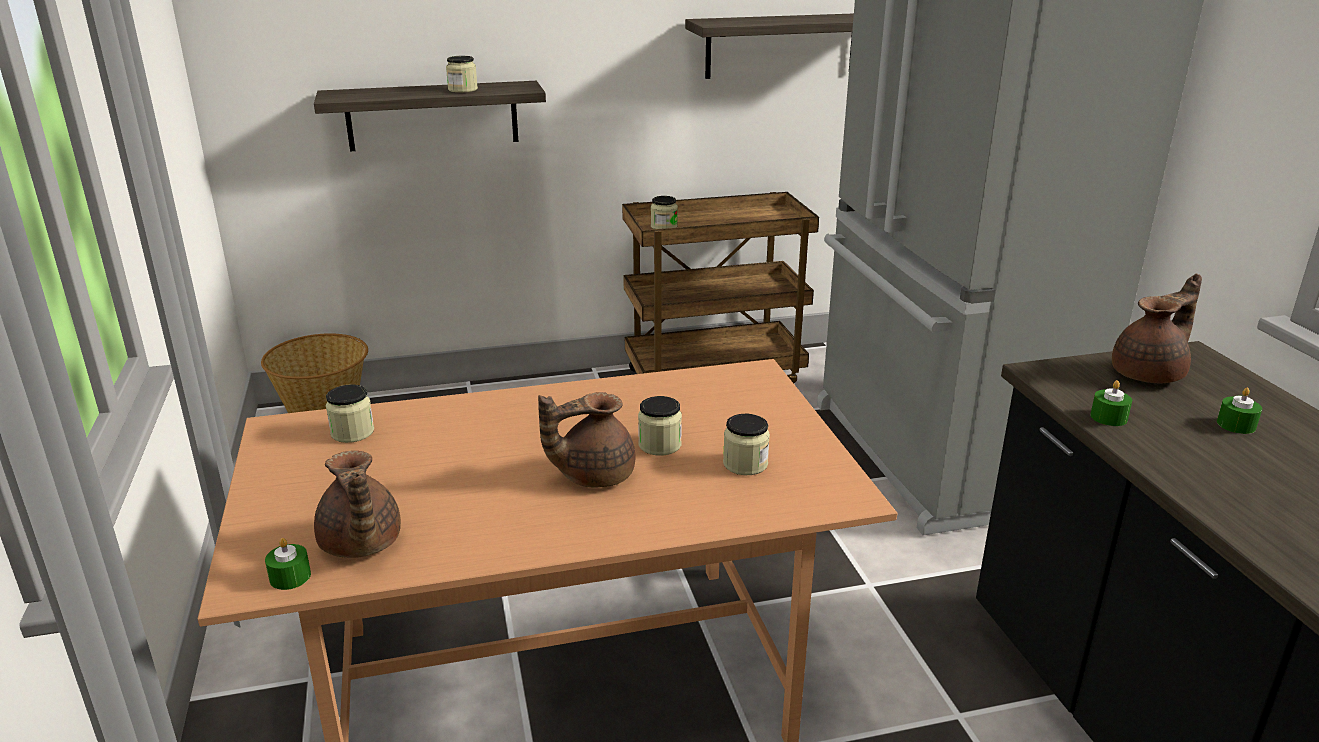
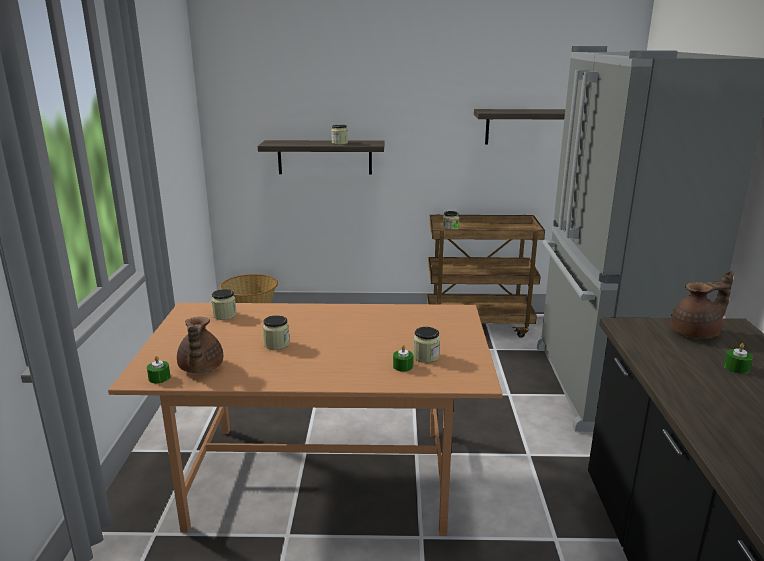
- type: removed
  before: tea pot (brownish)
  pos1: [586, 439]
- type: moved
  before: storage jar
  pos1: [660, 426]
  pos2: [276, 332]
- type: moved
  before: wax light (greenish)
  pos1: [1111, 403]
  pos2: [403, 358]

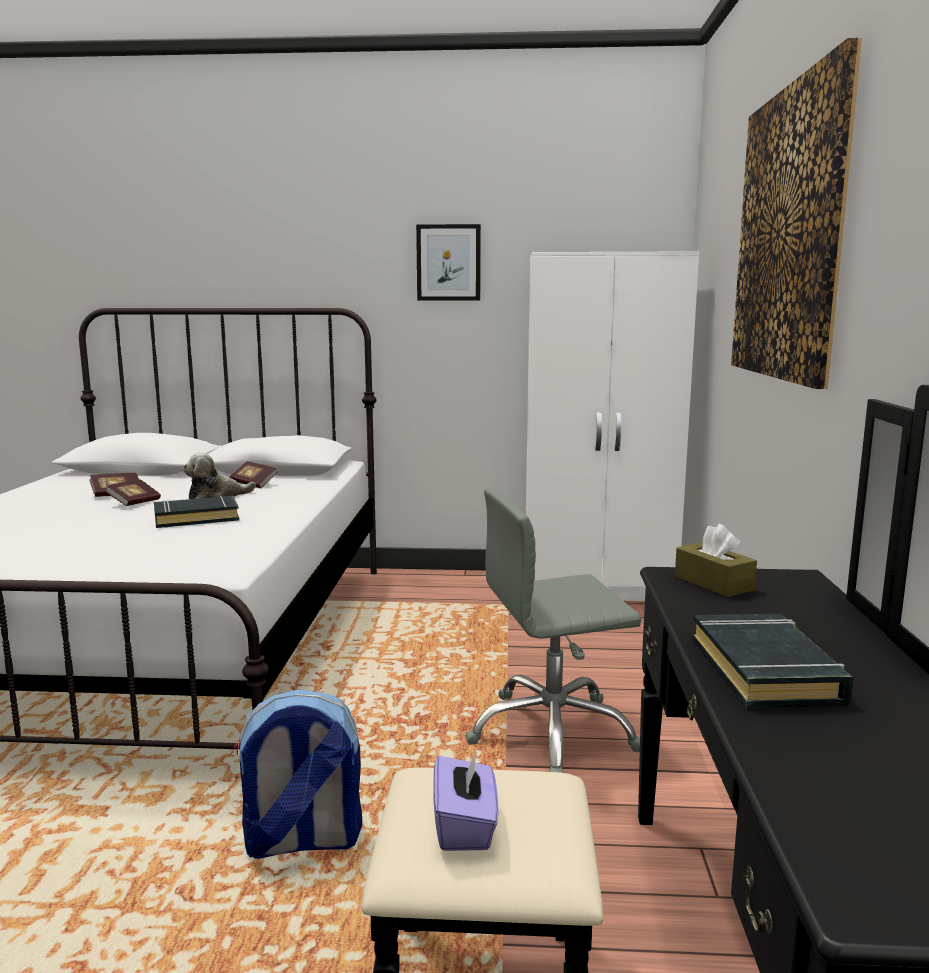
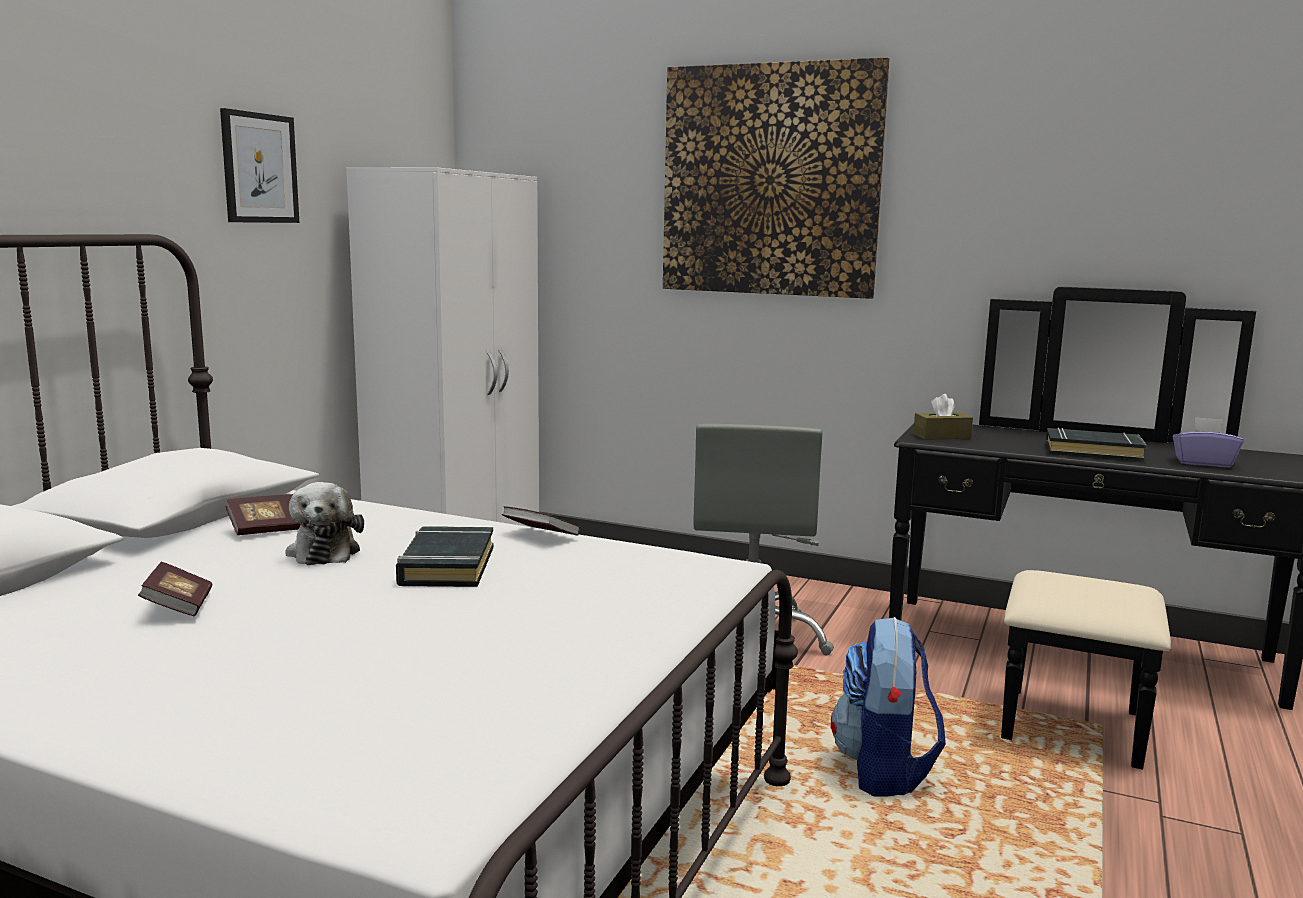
- type: moved
  before: bound book
  pos1: [133, 492]
  pos2: [541, 521]
- type: moved
  before: tissue holder (purple)
  pos1: [466, 801]
  pos2: [1208, 442]

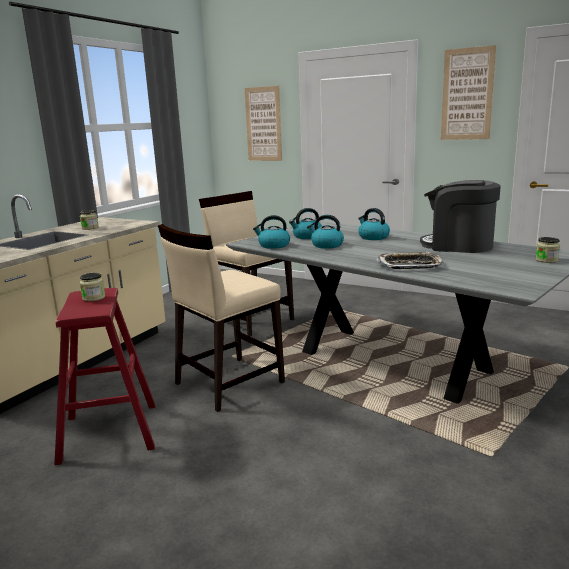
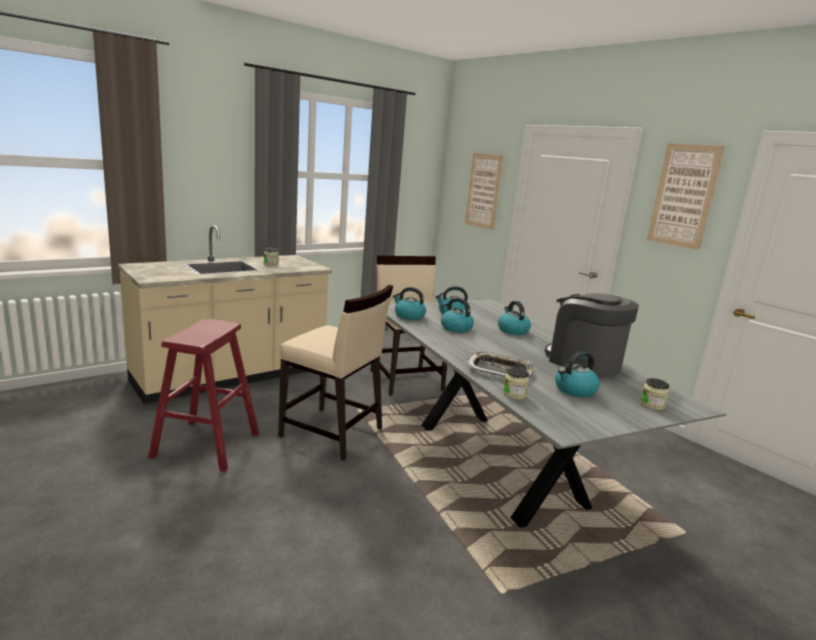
- type: added
  after: water kettle
  pos2: [577, 374]
- type: moved
  before: storage jar
  pos1: [93, 287]
  pos2: [516, 383]
- type: turned
  before: upright chair (sand-coloured)
  pos1: [221, 318]
  pos2: [335, 373]
  turn: -135

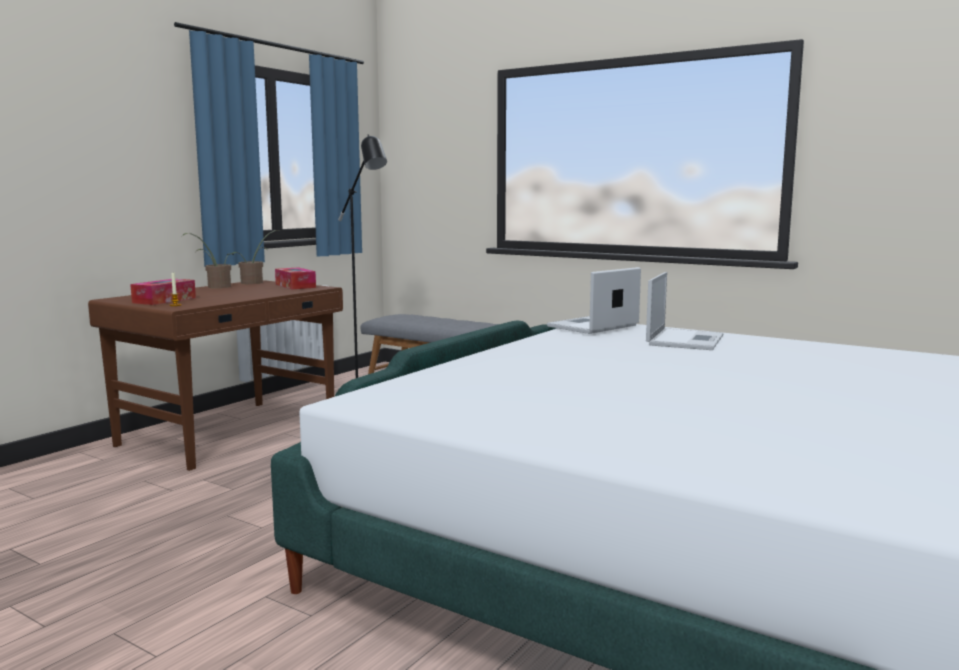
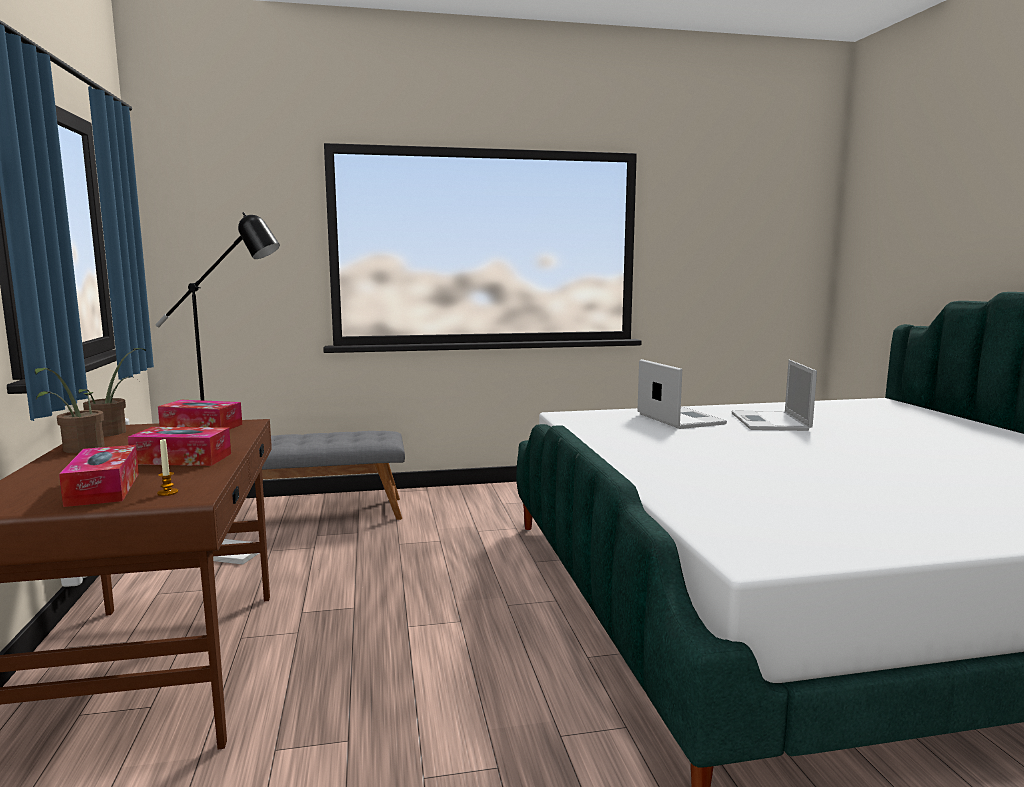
- type: added
  after: tissue holder
  pos2: [179, 446]
- type: moved
  before: portable computer
  pos1: [594, 300]
  pos2: [774, 395]

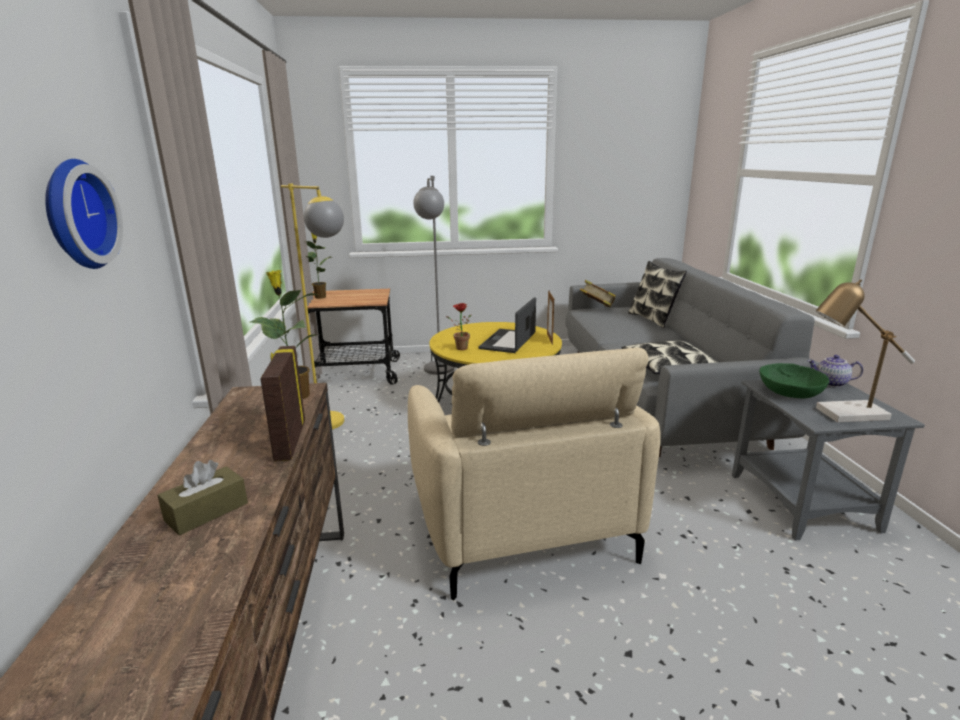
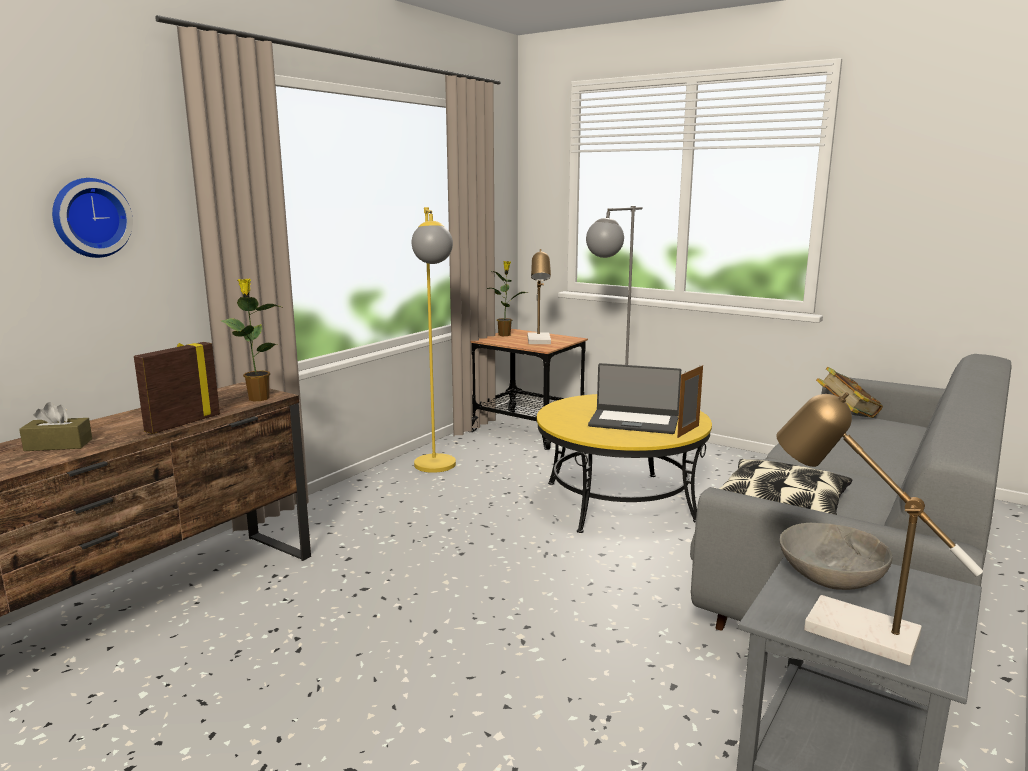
- type: removed
  before: lounge chair (sand-coloured)
  pos1: [534, 474]
- type: removed
  before: potted plant
  pos1: [459, 326]
- type: removed
  before: cushion
  pos1: [657, 294]
- type: removed
  before: tea pot
  pos1: [835, 371]
- type: added
  after: table lamp
  pos2: [539, 296]
- type: recoloured
  before: serving bowl (greenish)
  after: serving bowl (gray)
  pos1: [794, 380]
  pos2: [836, 556]
- type: turned
  before: portable computer
  pos1: [507, 325]
  pos2: [634, 398]
  turn: -135

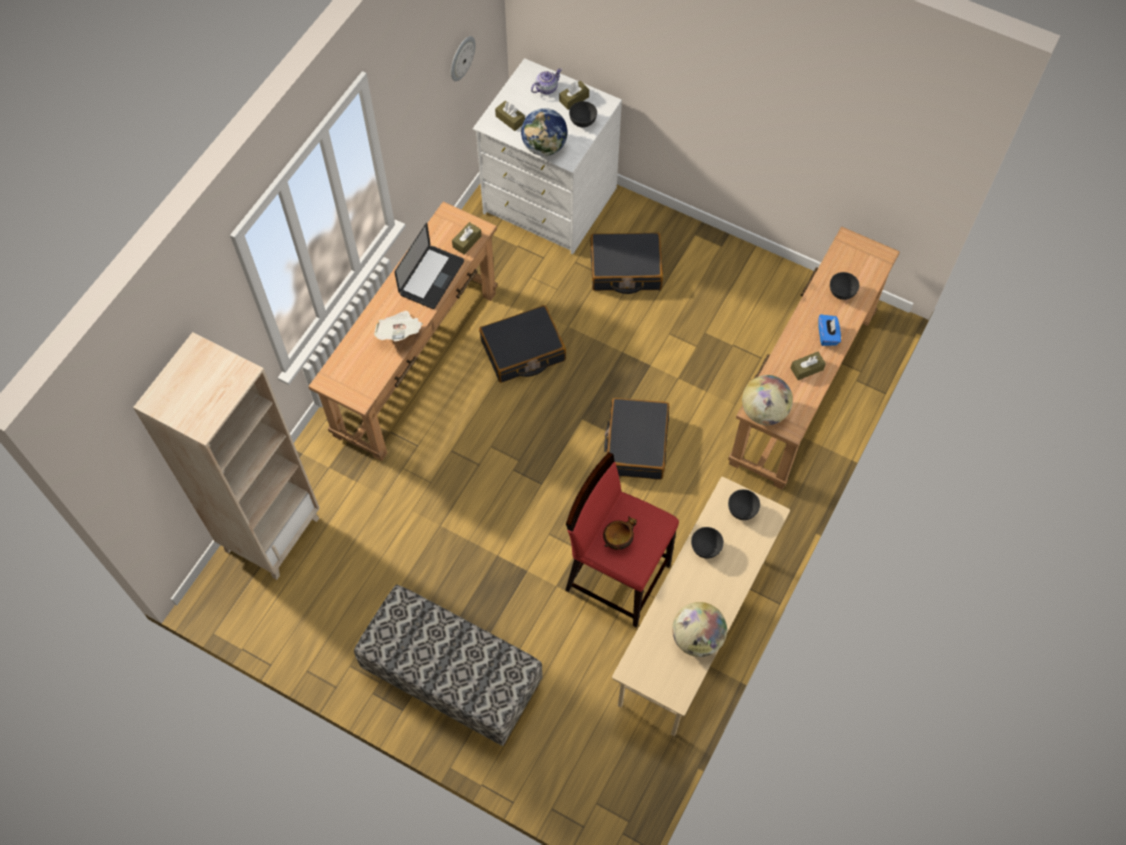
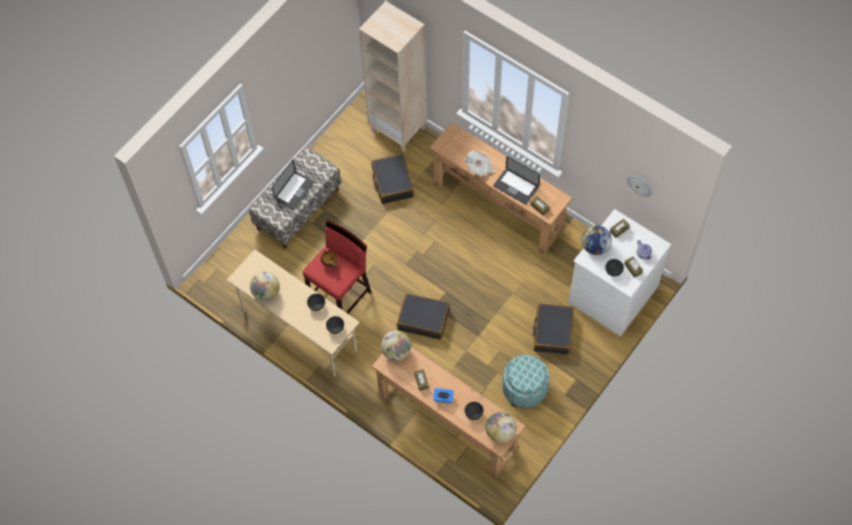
- type: added
  after: portable computer
  pos2: [293, 184]
- type: added
  after: globe
  pos2: [501, 427]
- type: added
  after: ottoman
  pos2: [526, 381]
- type: moved
  before: piece of luggage (blackish)
  pos1: [522, 344]
  pos2: [392, 179]

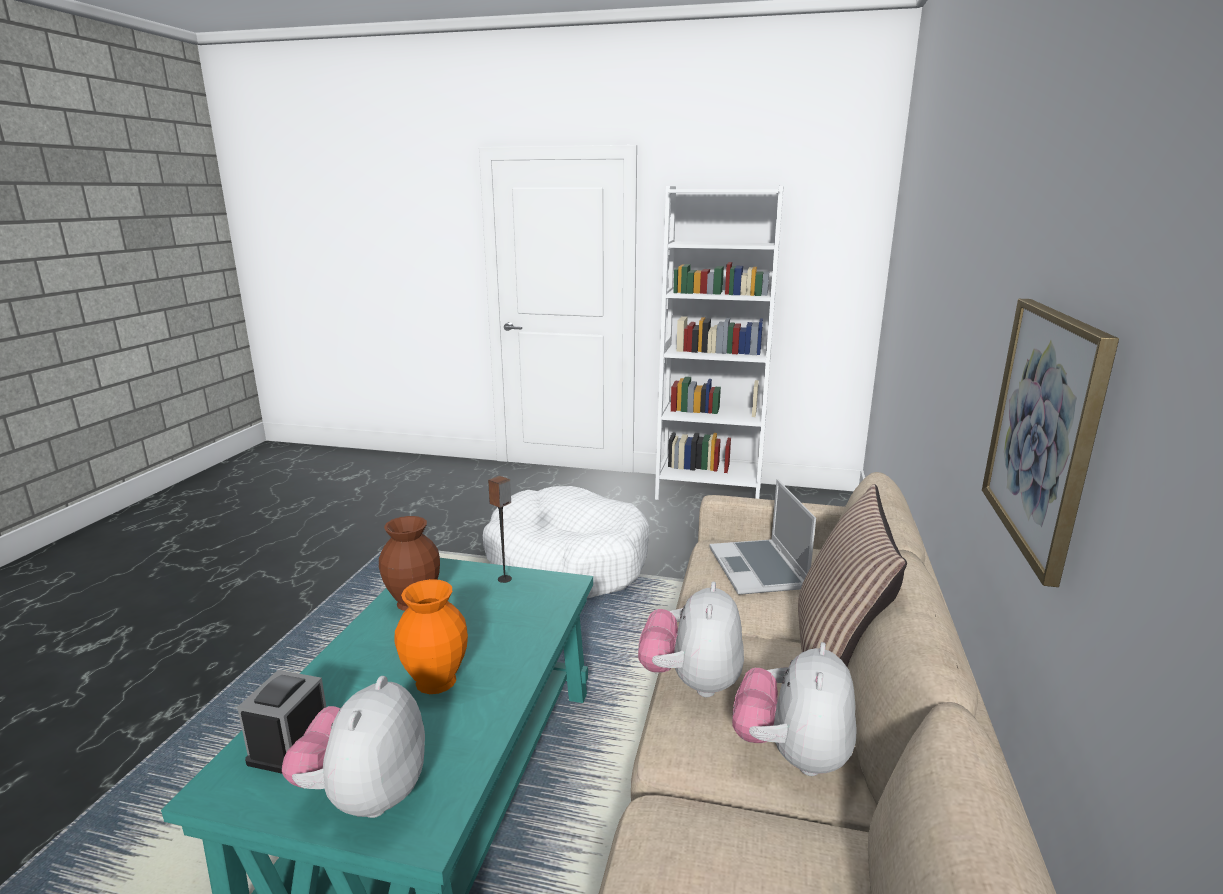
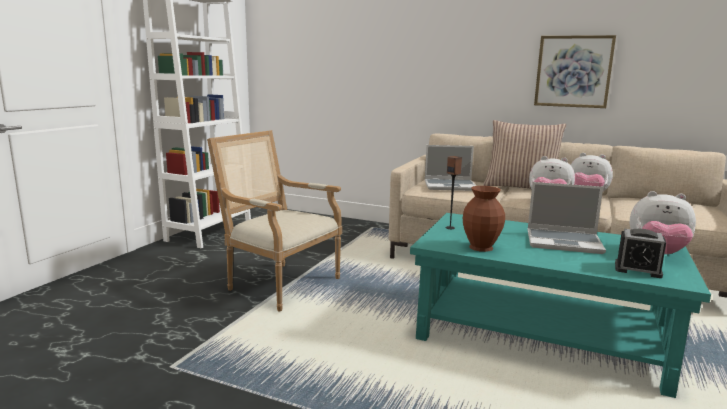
- type: replaced
  before: decorative vase (orangey)
  after: portable computer
  pos1: [431, 636]
  pos2: [566, 218]
- type: replaced
  before: dog cushion (white)
  after: lounge chair
  pos1: [566, 542]
  pos2: [274, 221]

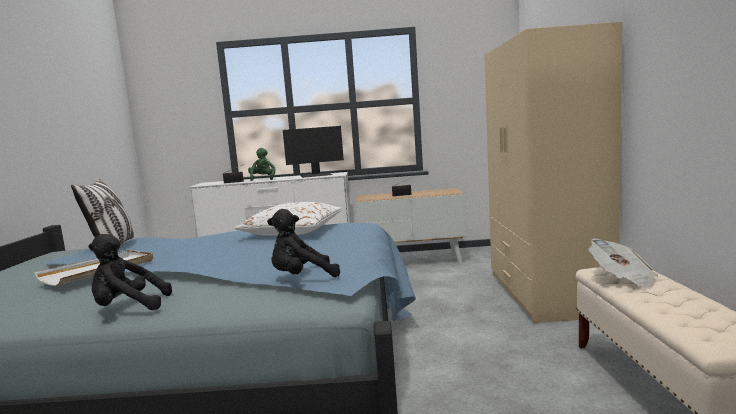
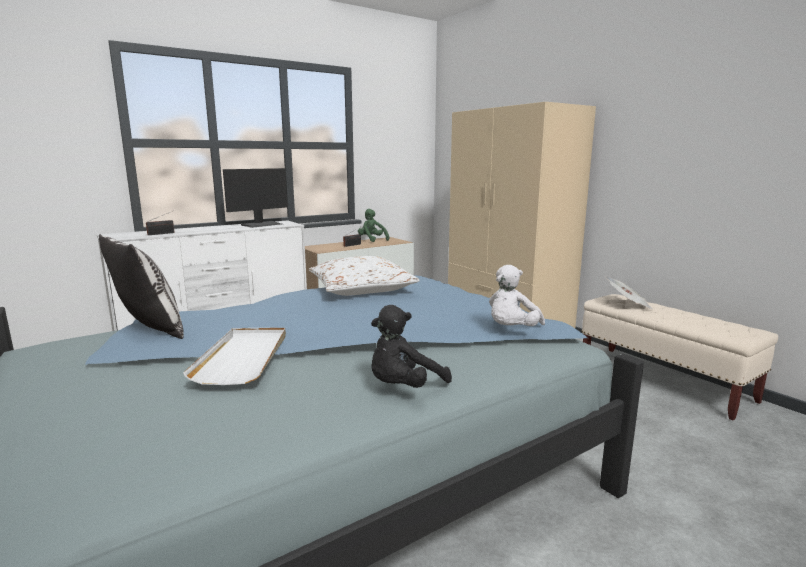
- type: moved
  before: soft toy (greenish)
  pos1: [261, 164]
  pos2: [373, 225]
- type: recoloured
  before: soft toy (blackish)
  after: soft toy (white)
  pos1: [303, 243]
  pos2: [517, 295]

